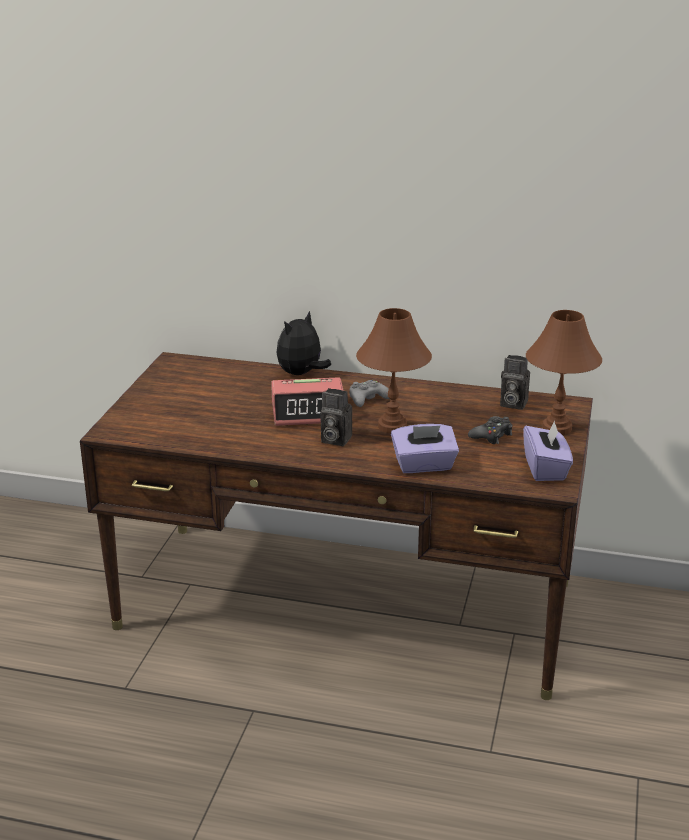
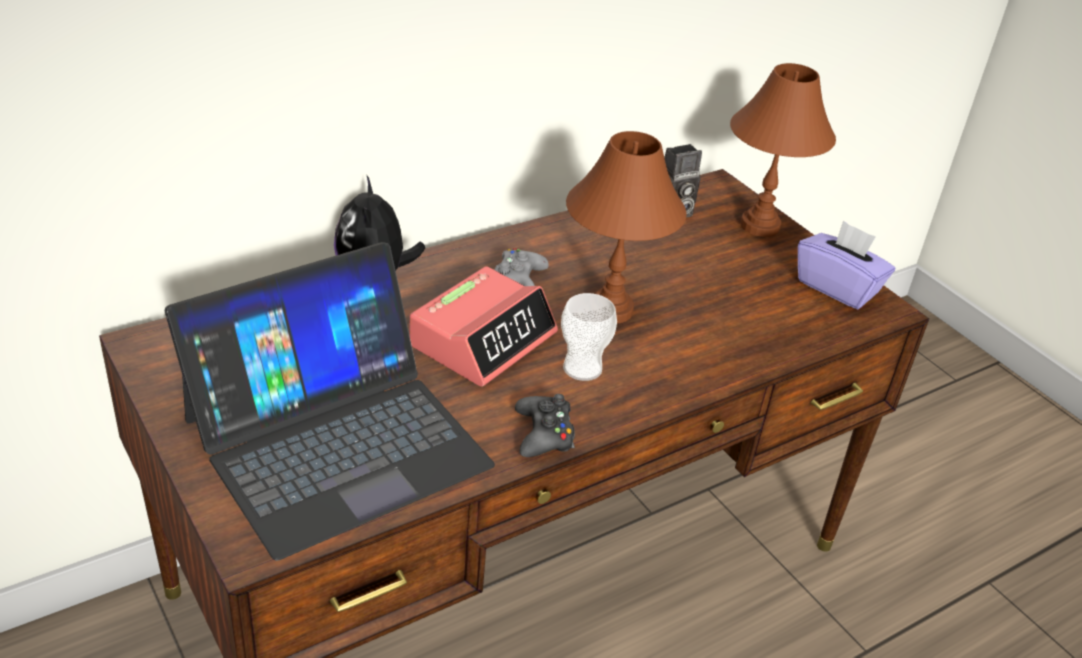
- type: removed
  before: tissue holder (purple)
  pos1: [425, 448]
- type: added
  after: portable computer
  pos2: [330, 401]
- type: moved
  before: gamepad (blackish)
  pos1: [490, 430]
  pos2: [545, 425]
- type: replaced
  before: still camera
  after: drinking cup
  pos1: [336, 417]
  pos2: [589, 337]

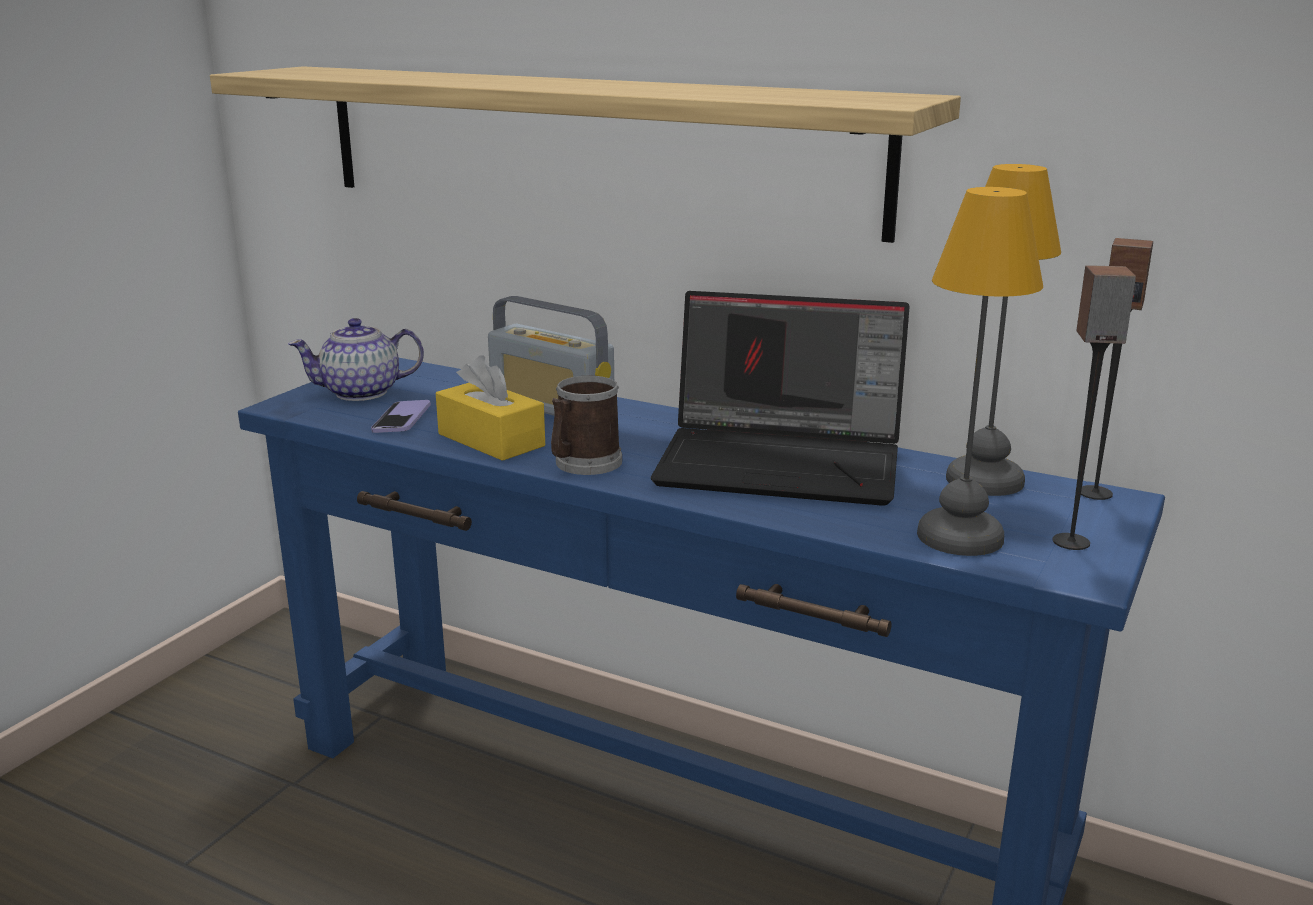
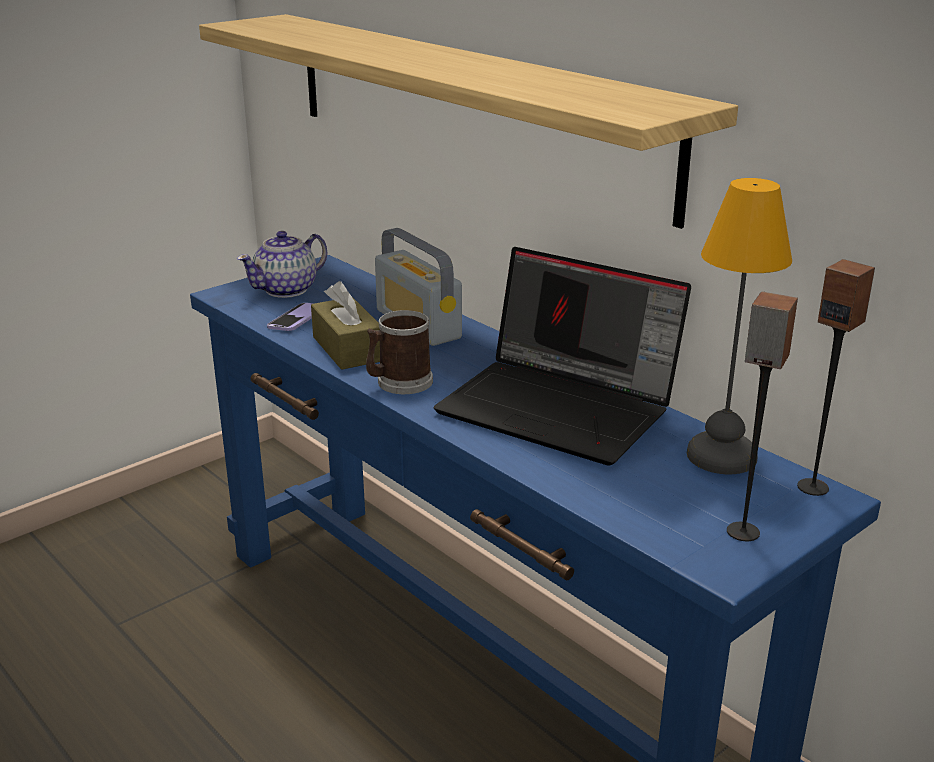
- type: removed
  before: table lamp
  pos1: [980, 371]
- type: recoloured
  before: tissue holder (yellow-coloured)
  after: tissue holder (brownish)
  pos1: [490, 408]
  pos2: [345, 325]
- type: turned
  before: tea pot
  pos1: [356, 359]
  pos2: [282, 264]
  turn: -45

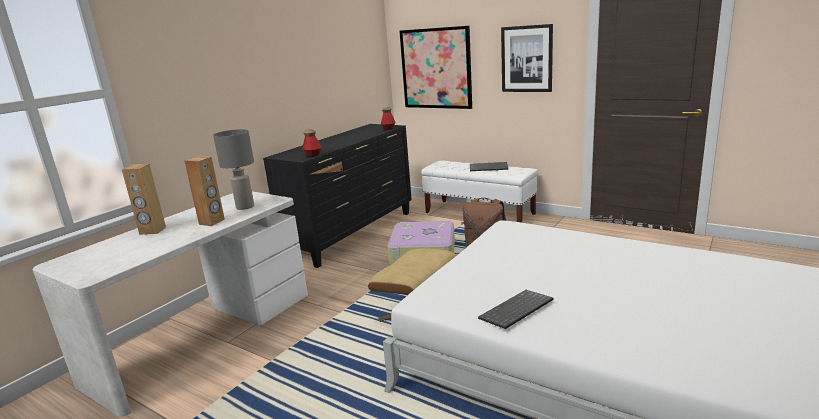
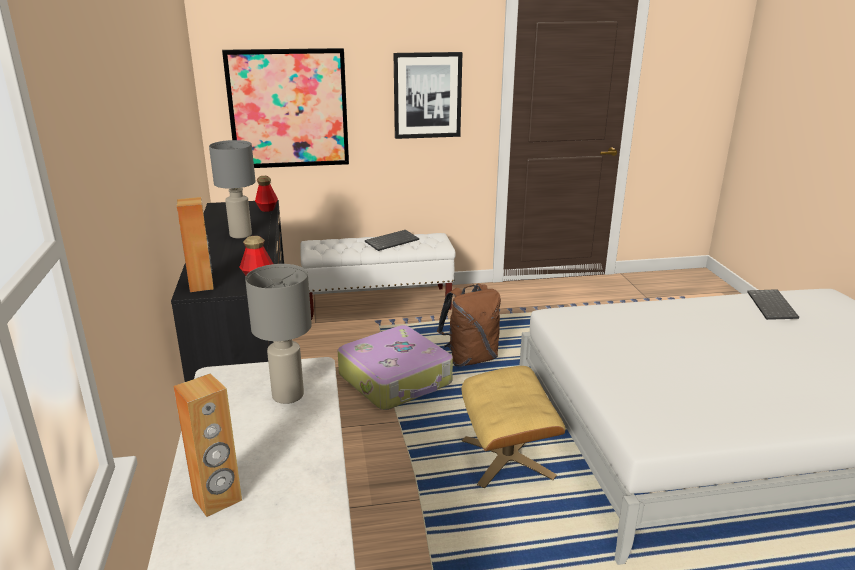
- type: added
  after: table lamp (gray)
  pos2: [232, 189]
- type: moved
  before: audio speaker (brownish)
  pos1: [205, 191]
  pos2: [195, 244]
- type: moved
  before: PC keyboard
  pos1: [516, 309]
  pos2: [773, 304]

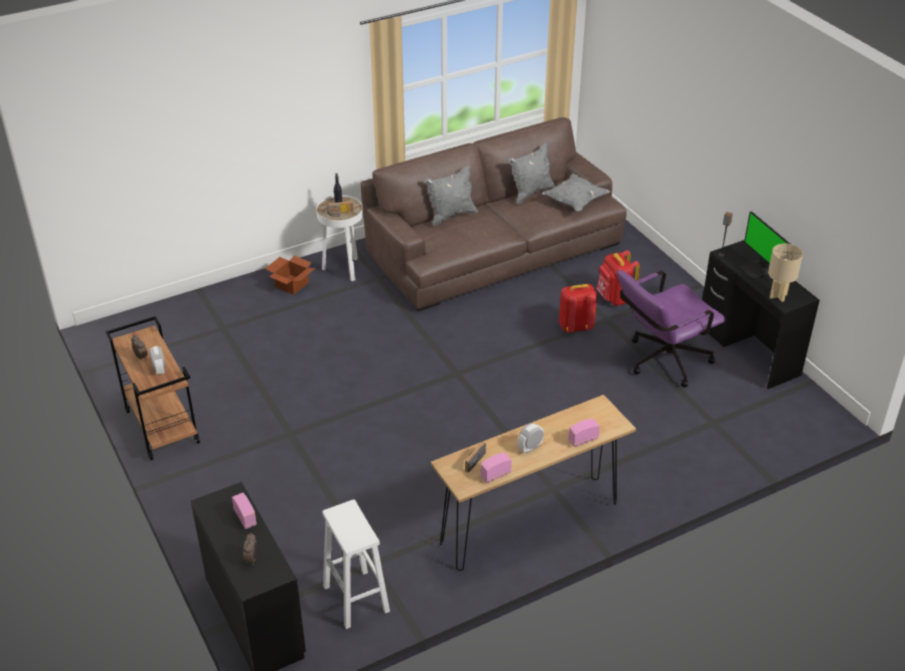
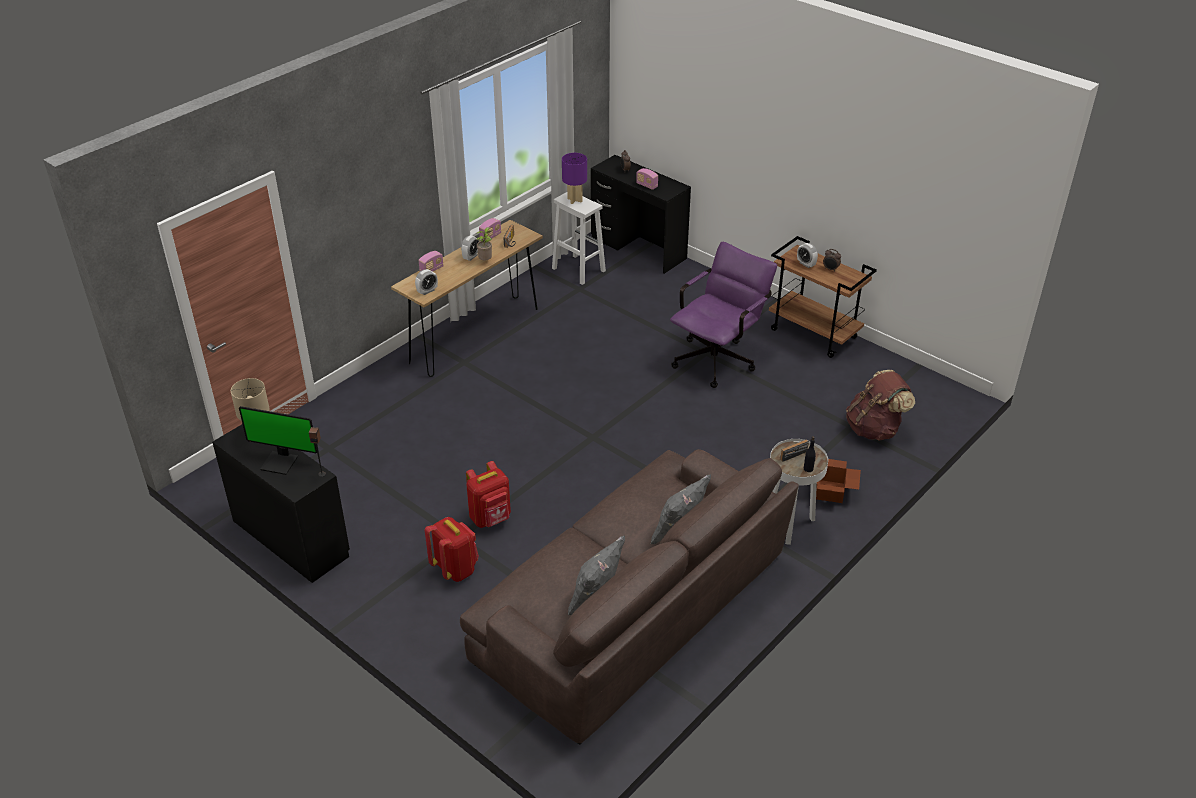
- type: removed
  before: cushion (gray)
  pos1: [576, 192]
- type: added
  after: bedside clock
  pos2: [426, 282]
- type: added
  after: potted plant
  pos2: [484, 243]
- type: added
  after: table lamp (purple)
  pos2: [574, 178]
- type: added
  after: knapsack (brownish)
  pos2: [880, 405]
- type: moved
  before: office chair (purple)
  pos1: [671, 328]
  pos2: [723, 315]
- type: turned
  before: computer display
  pos1: [764, 245]
  pos2: [278, 440]
  turn: 150

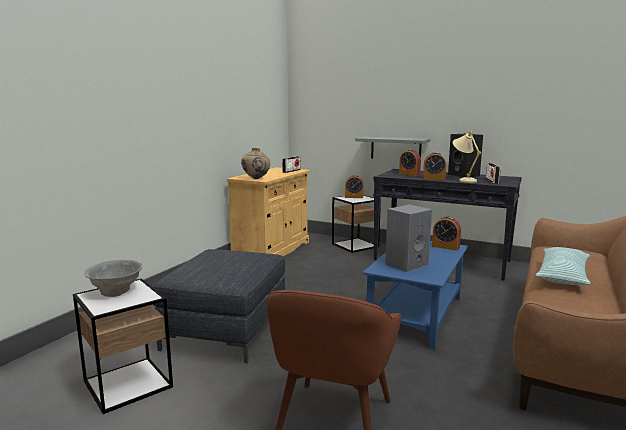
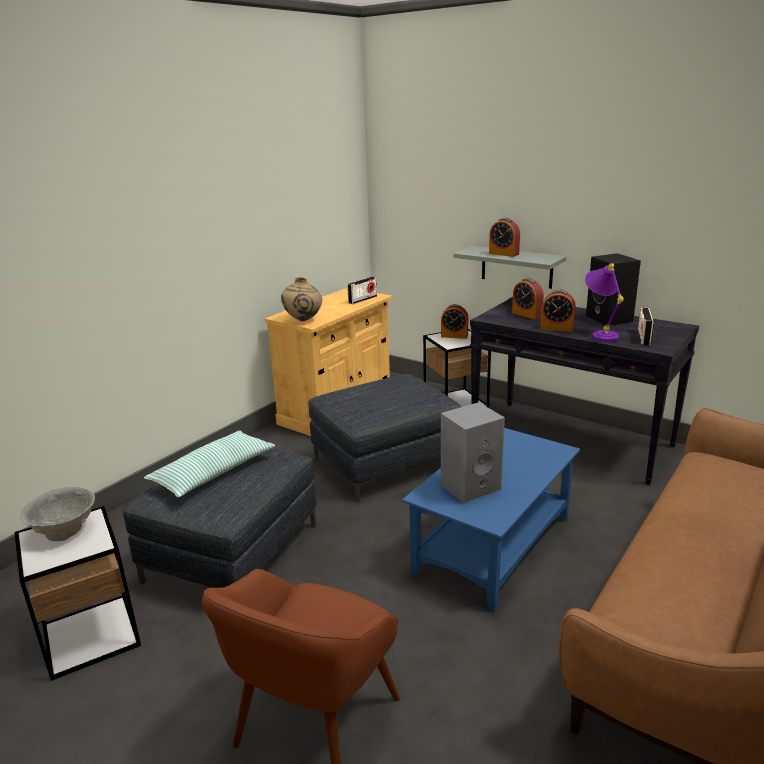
- type: added
  after: ottoman (gray)
  pos2: [384, 438]
- type: moved
  before: bedside clock
  pos1: [446, 233]
  pos2: [504, 237]
- type: moved
  before: cushion
  pos1: [563, 266]
  pos2: [209, 463]
- type: recoloured
  before: table lamp (sand-coloured)
  after: table lamp (purple)
  pos1: [467, 157]
  pos2: [604, 302]

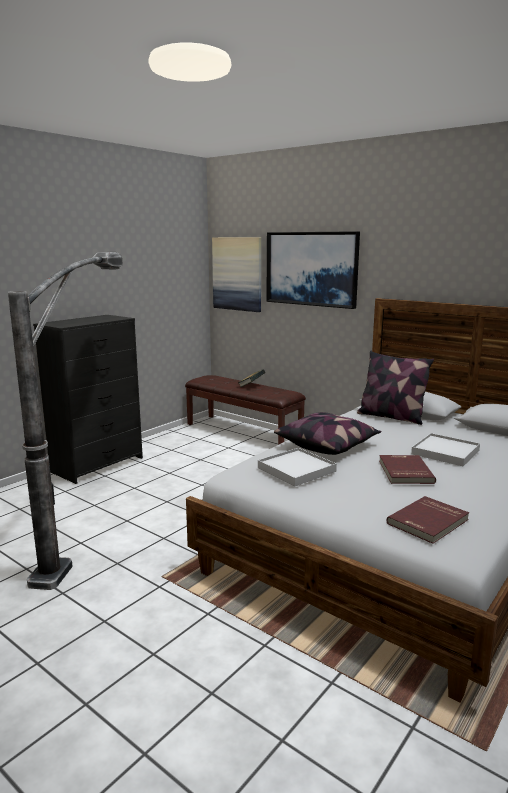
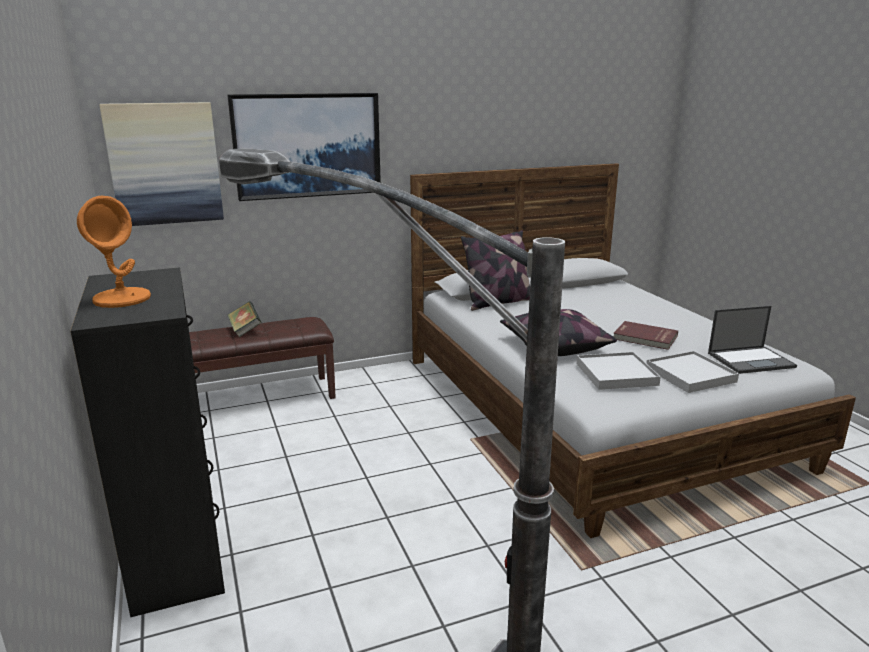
- type: added
  after: table lamp (orangey)
  pos2: [114, 252]
- type: moved
  before: serving tray (white)
  pos1: [445, 449]
  pos2: [692, 372]
- type: replaced
  before: bound book (red-coloured)
  after: portable computer
  pos1: [428, 520]
  pos2: [752, 340]

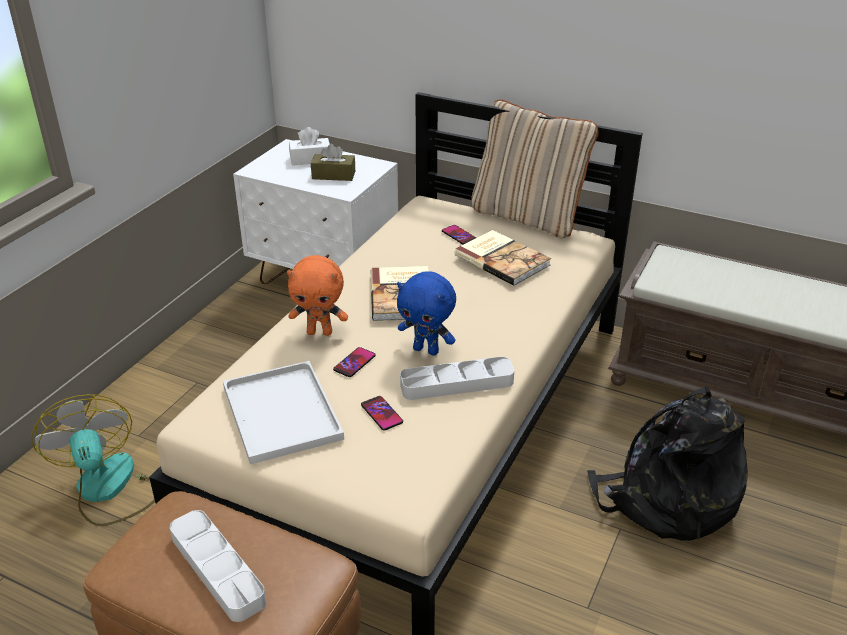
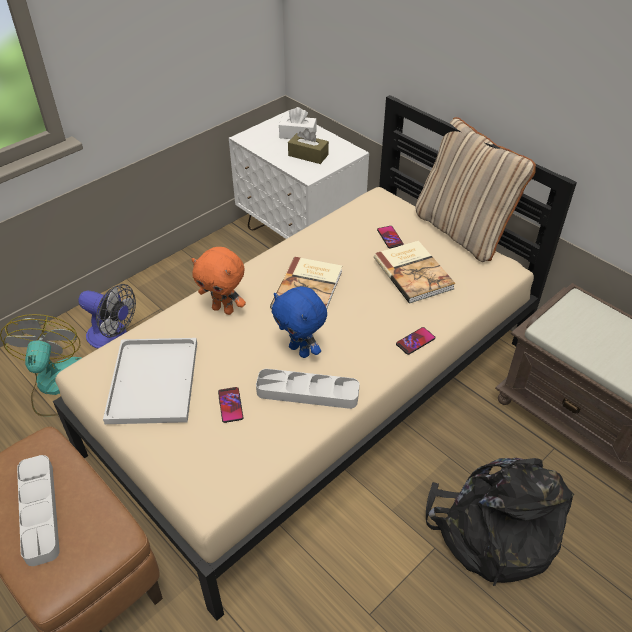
- type: added
  after: cooling fan
  pos2: [107, 316]
- type: moved
  before: phone
  pos1: [354, 362]
  pos2: [415, 341]

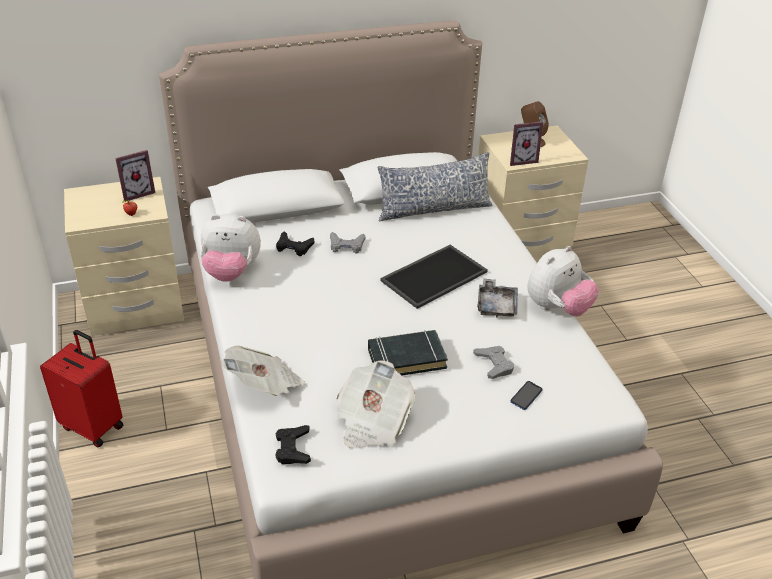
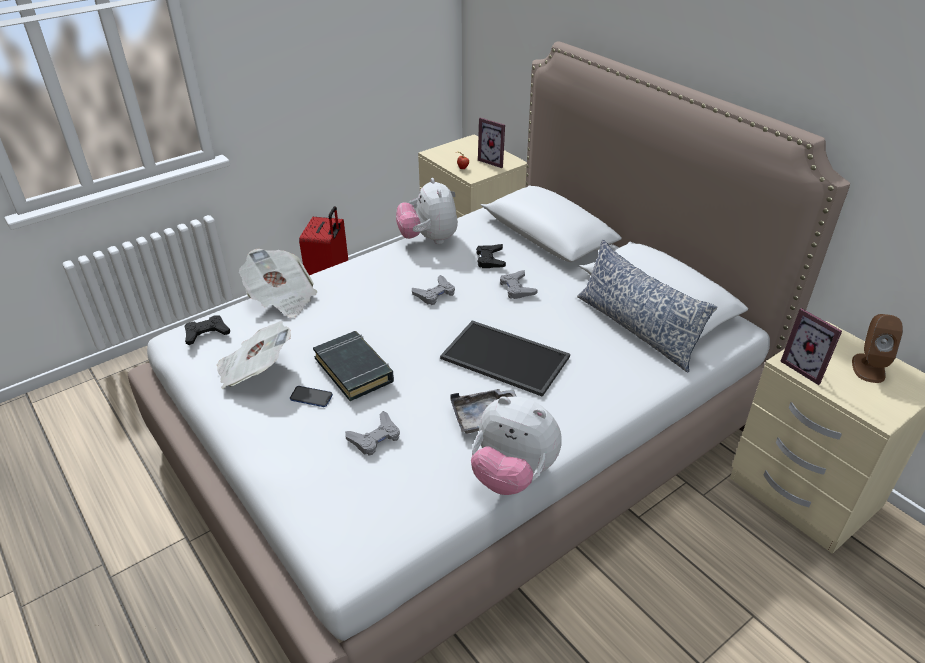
- type: added
  after: gamepad (gray)
  pos2: [433, 290]
- type: moved
  before: phone
  pos1: [526, 395]
  pos2: [311, 396]

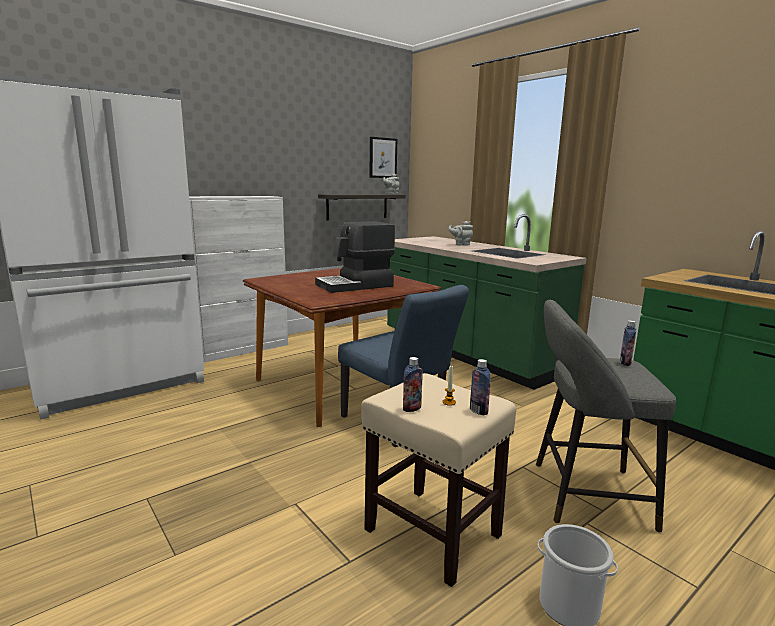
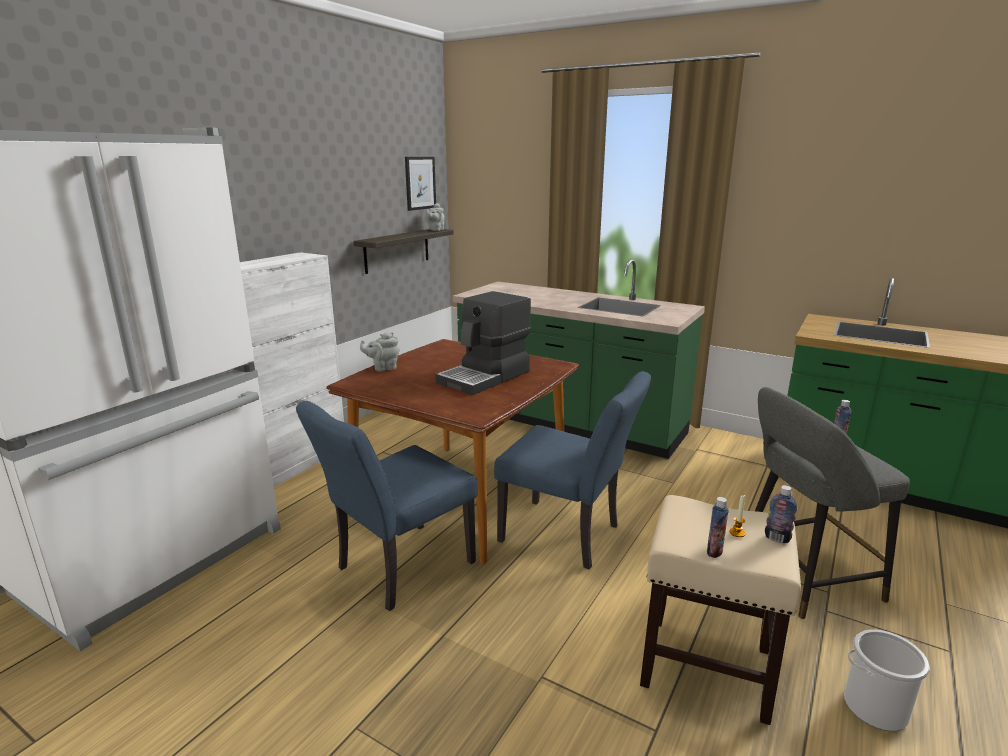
- type: added
  after: upright chair (bluish)
  pos2: [387, 506]
- type: moved
  before: tea pot (gray)
  pos1: [460, 233]
  pos2: [380, 351]

